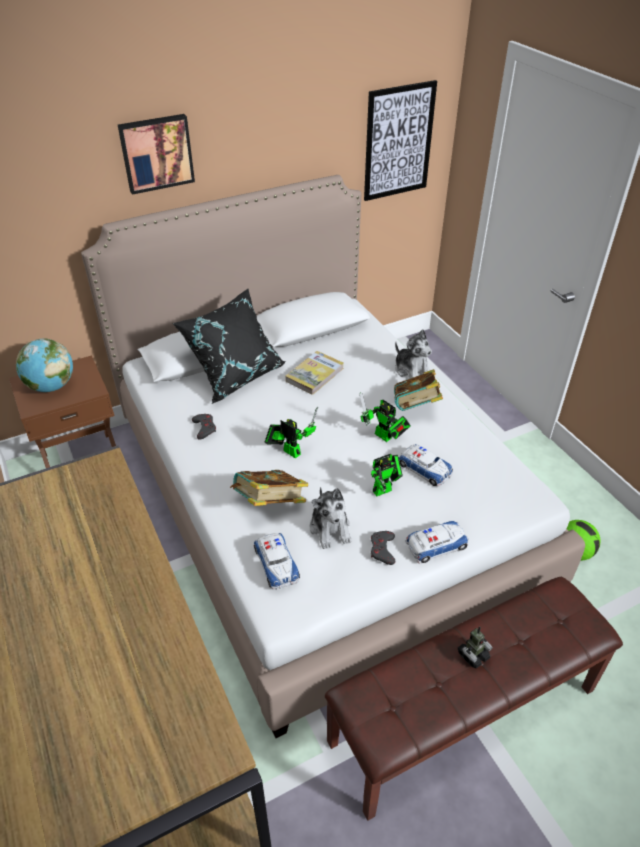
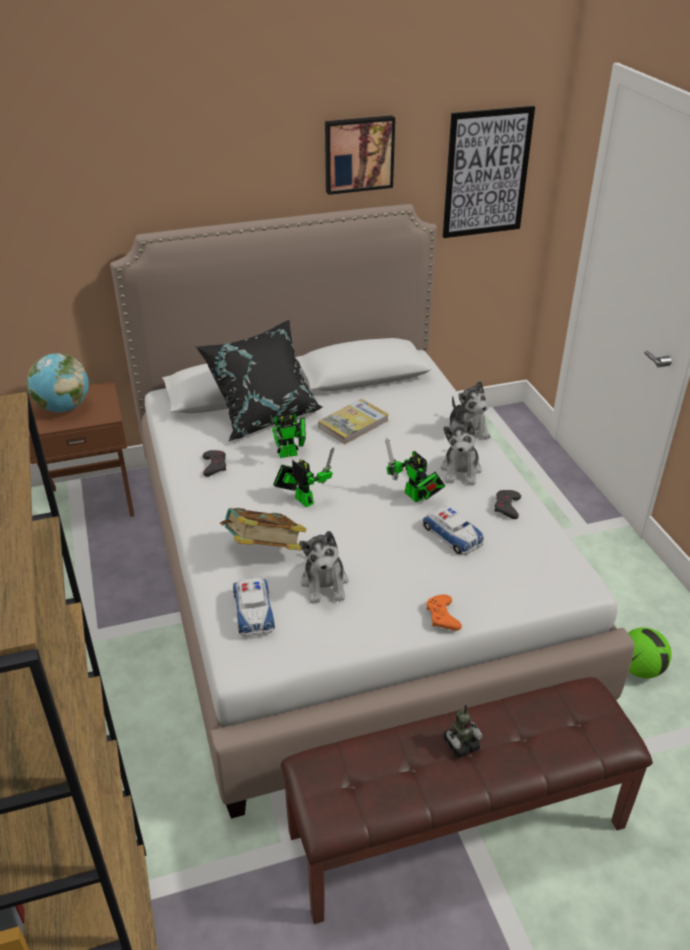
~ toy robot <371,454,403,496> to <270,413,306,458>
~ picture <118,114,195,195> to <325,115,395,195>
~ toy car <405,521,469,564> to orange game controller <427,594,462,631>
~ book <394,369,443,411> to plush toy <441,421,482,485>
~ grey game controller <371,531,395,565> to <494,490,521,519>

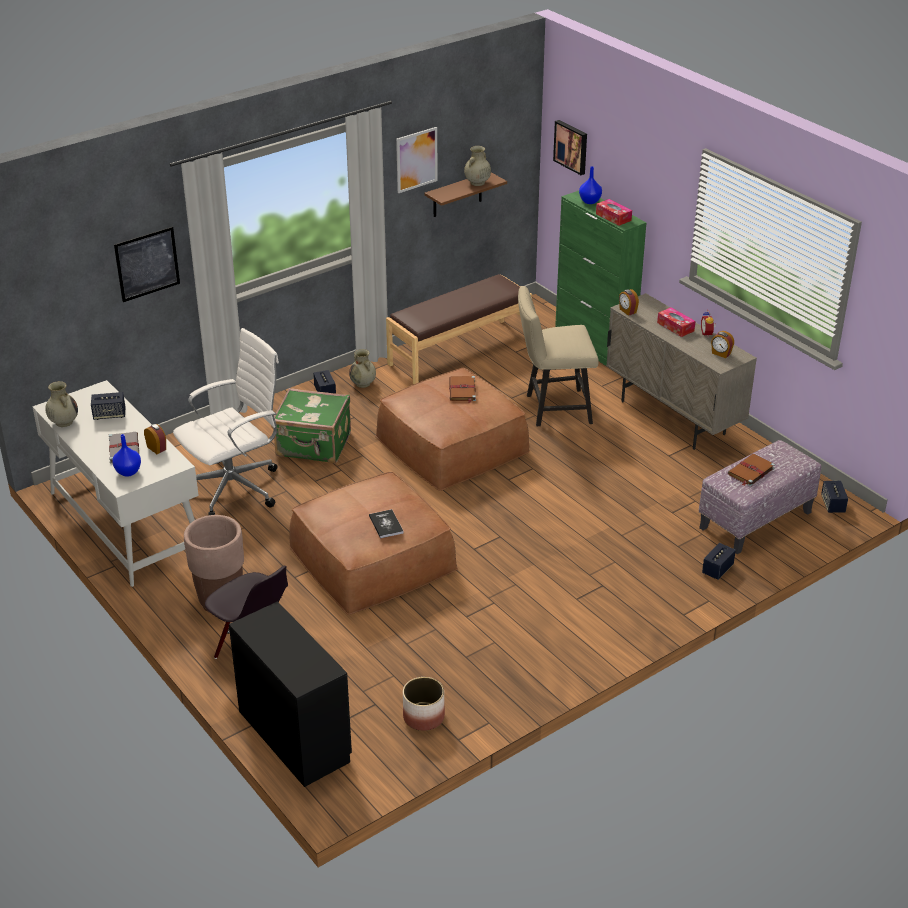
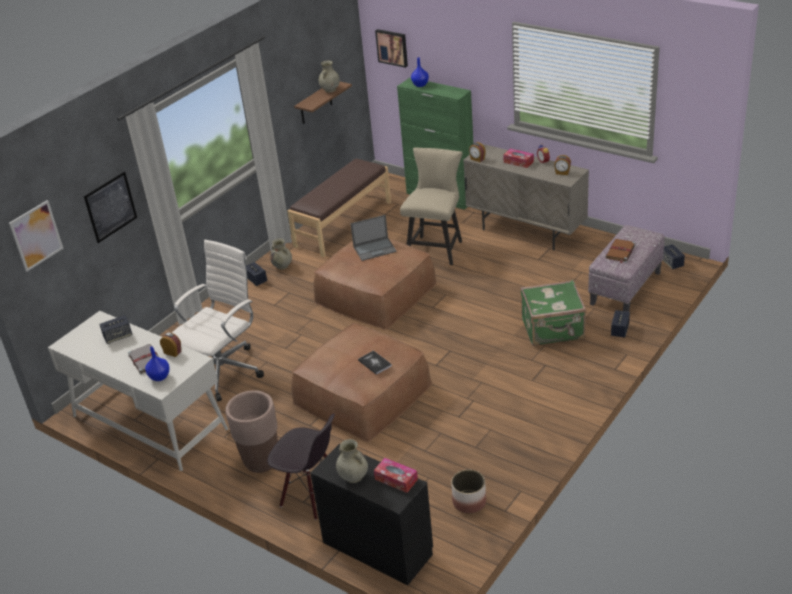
~ picture <396,127,438,193> to <9,200,63,272>
~ beige vase <45,381,78,427> to <336,439,368,483>
~ brown book <449,376,476,403> to laptop <351,215,397,261>
~ tissue box <596,199,632,226> to <374,458,418,493>
~ beige chair <518,286,599,426> = <400,148,463,265> 135 degrees clockwise
~ green suitcase <272,388,351,463> to <521,280,586,346>

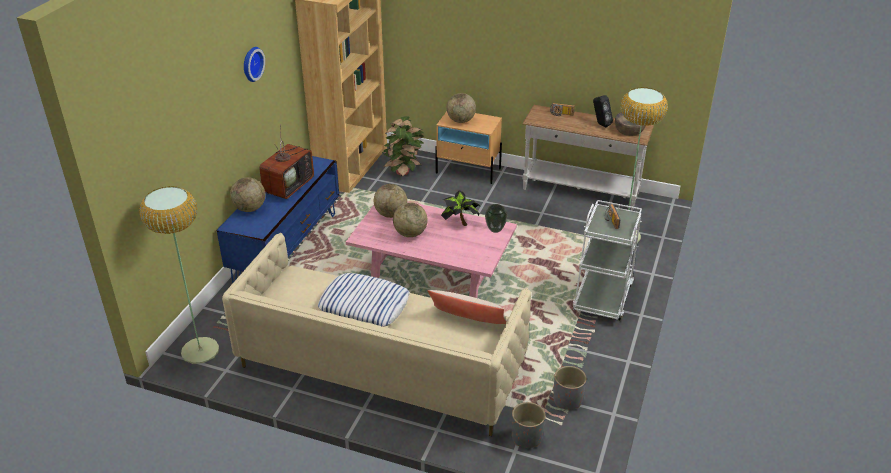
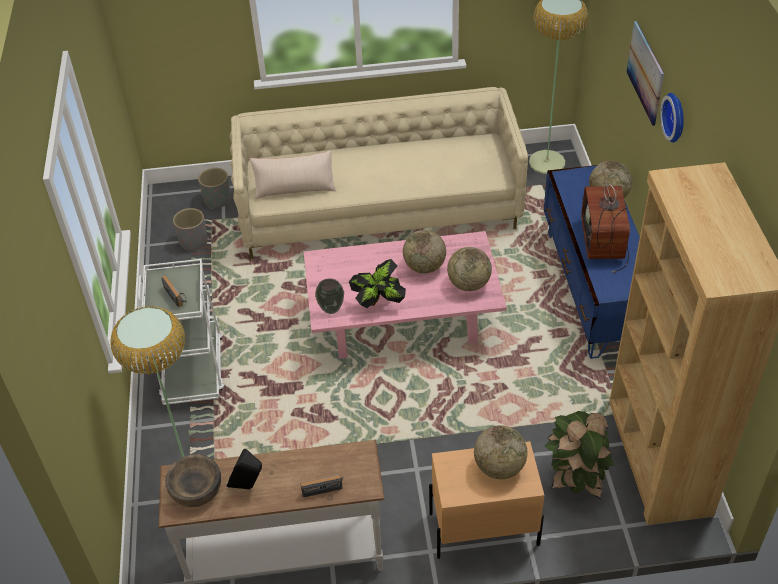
+ picture <627,21,664,126>
- pillow <318,273,410,327>

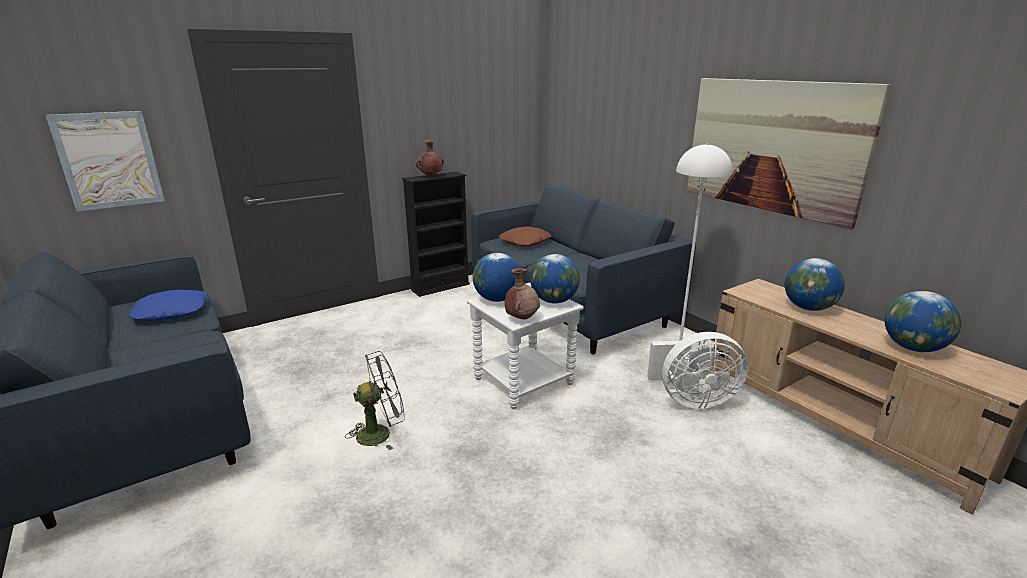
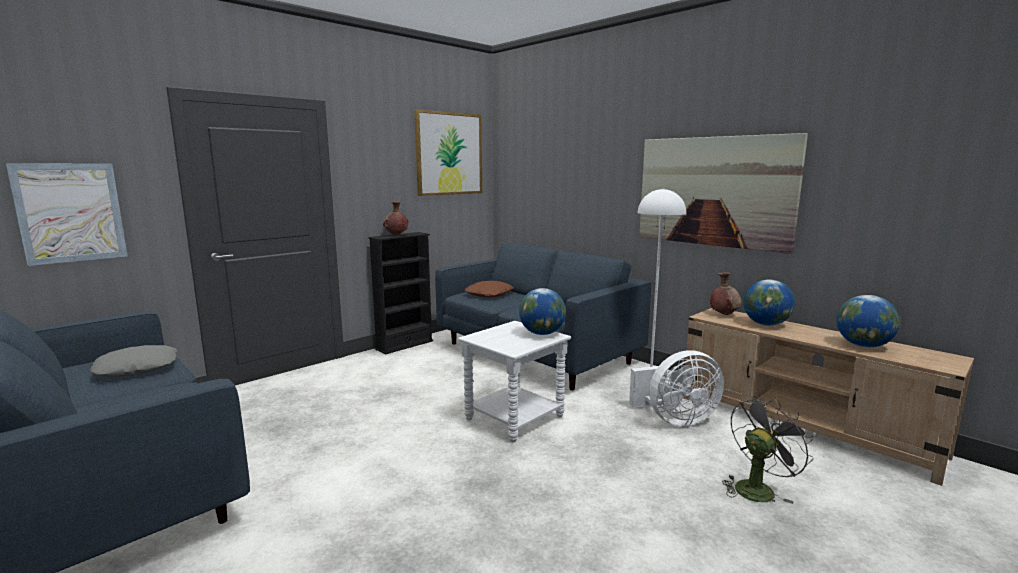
~ blue pillow <129,290,207,321> to grey pillow <90,345,177,377>
+ picture <414,109,482,196>
~ brown vase <505,268,540,319> to <710,272,741,315>
~ grey fan <345,351,405,450> to <722,396,814,504>
- globe <473,253,520,302>

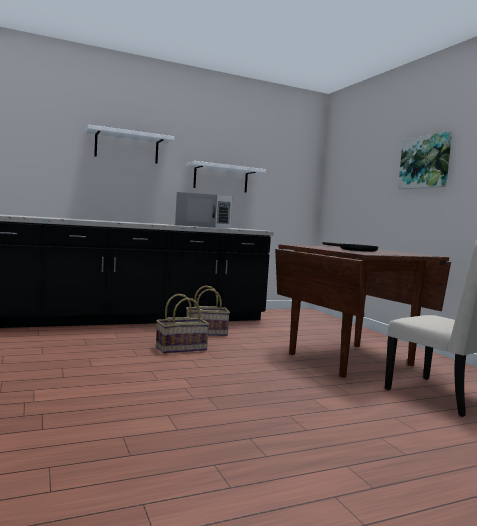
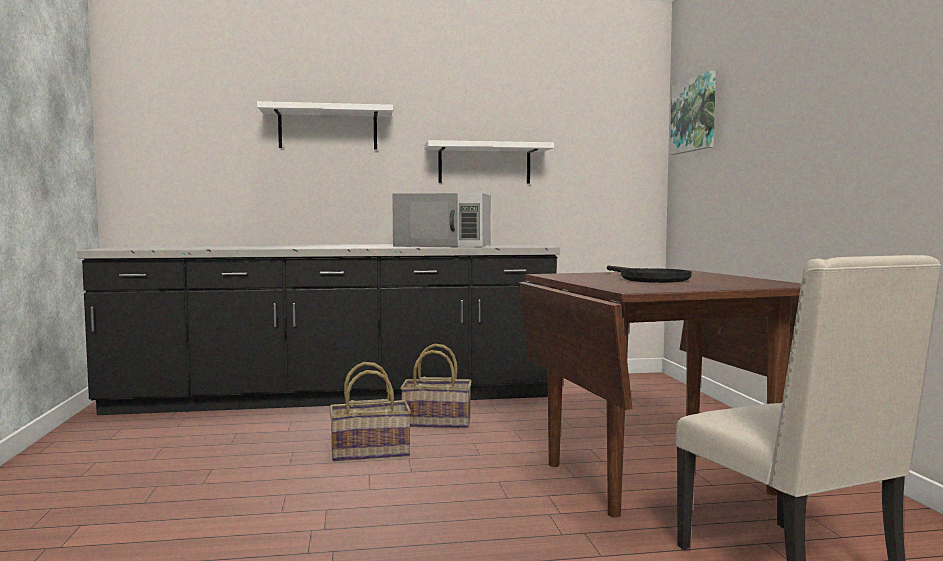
~ picture <398,131,452,189> to <670,71,716,155>

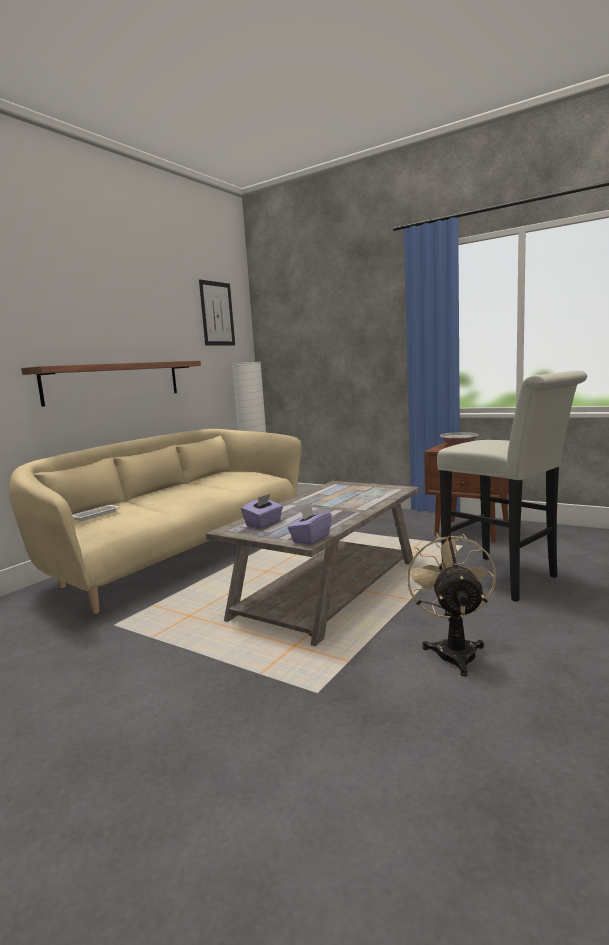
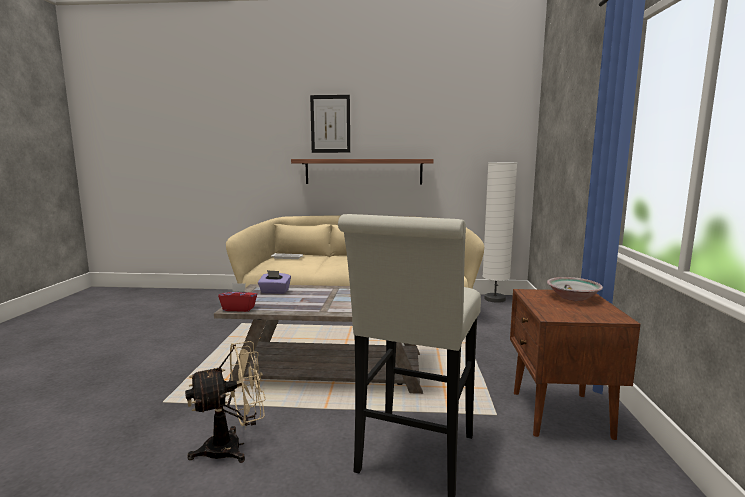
~ purple tissue box <288,504,332,545> to red tissue box <218,283,257,312>
~ picture <199,280,235,345> to <310,95,350,153>

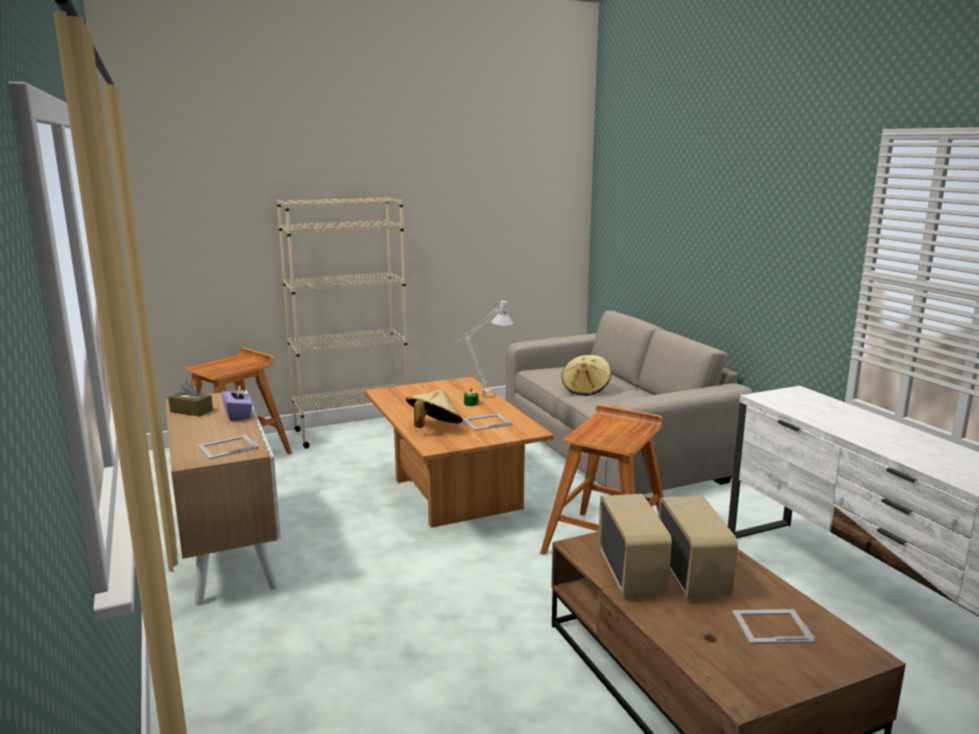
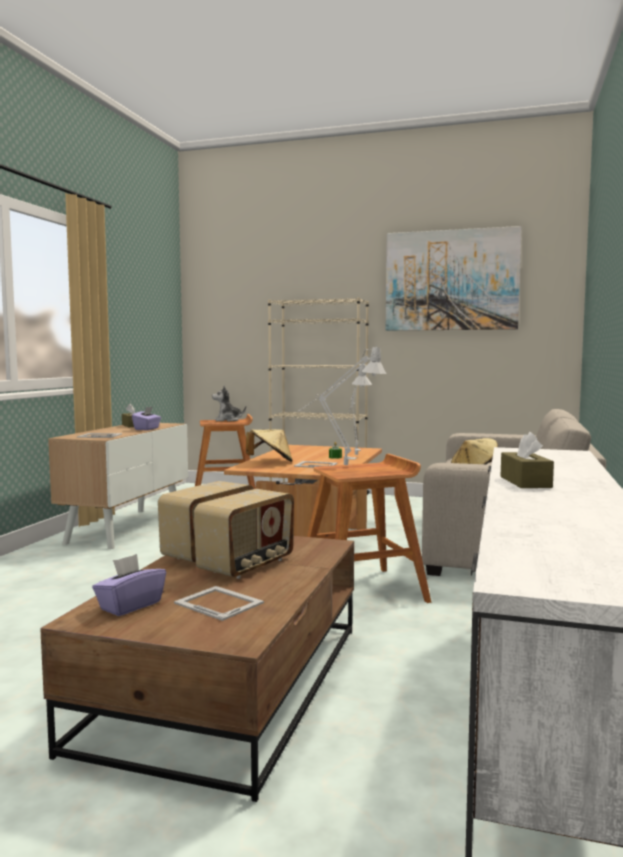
+ purple tissue box <92,554,166,616>
+ plush toy <212,385,246,422>
+ grey table lamp <298,345,387,465>
+ picture <386,226,522,331>
+ brown tissue box <501,432,554,488>

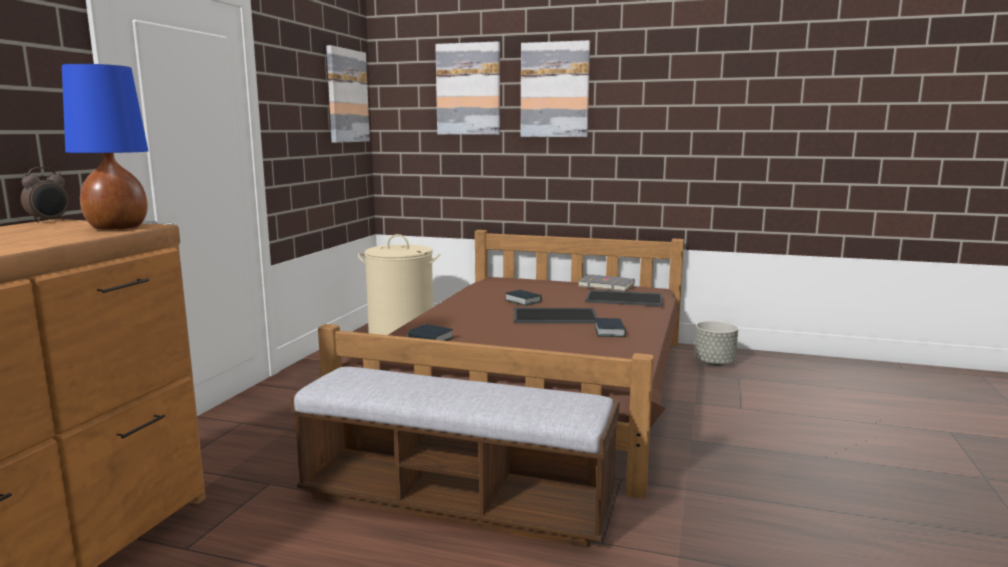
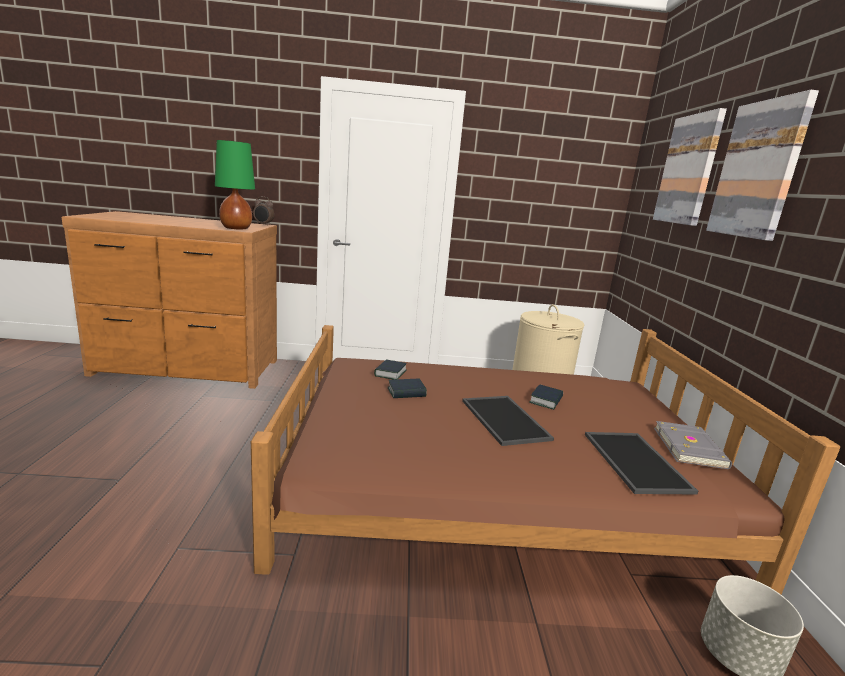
~ blue table lamp <62,64,148,230> to green table lamp <215,140,255,230>
~ book <595,318,626,337> to <387,379,427,398>
- bench <291,367,620,548>
- picture <326,45,370,143>

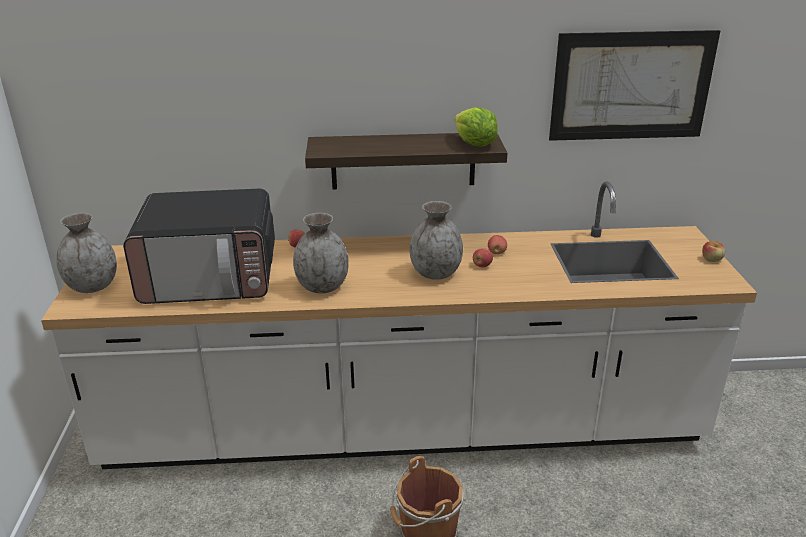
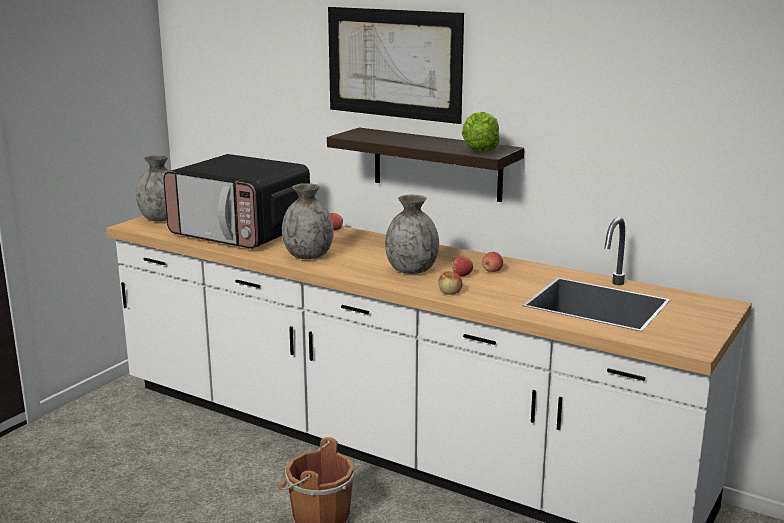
~ picture <549,30,720,141> to <328,7,464,124>
~ apple <702,241,725,262> to <438,271,463,295>

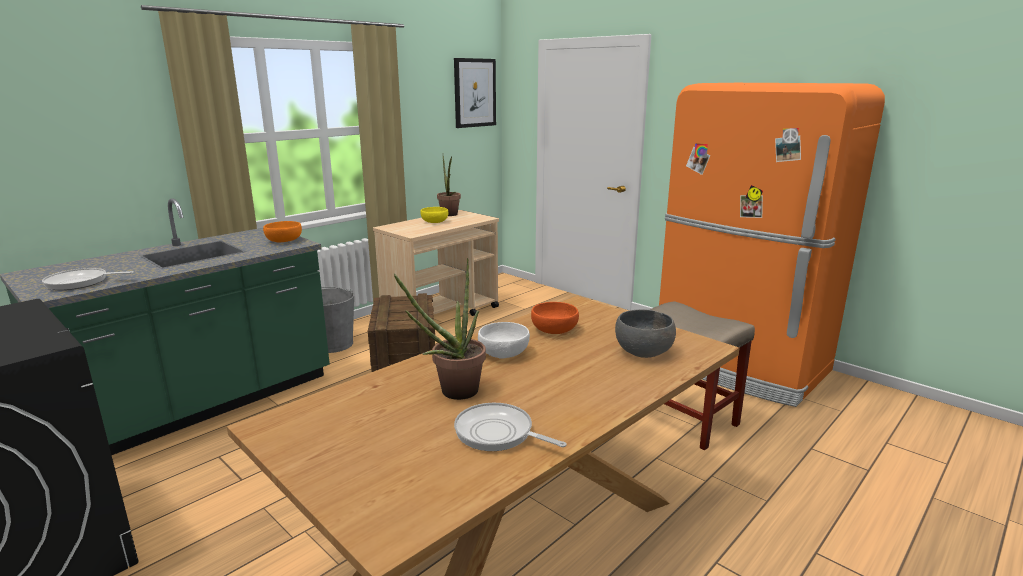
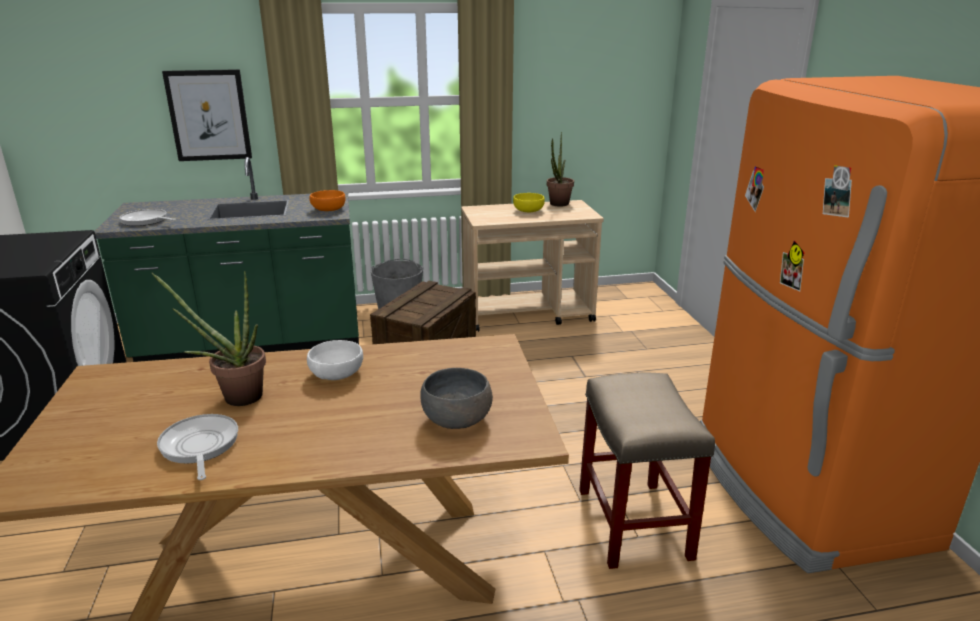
~ picture <454,58,496,128> to <162,69,252,161>
- orange bowl <531,302,579,334>

